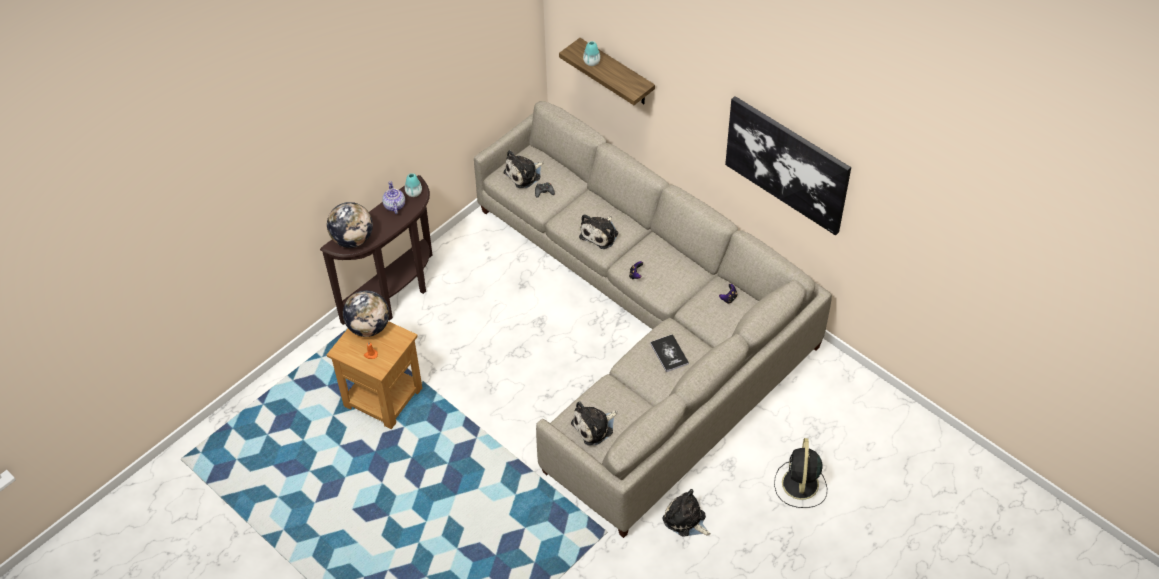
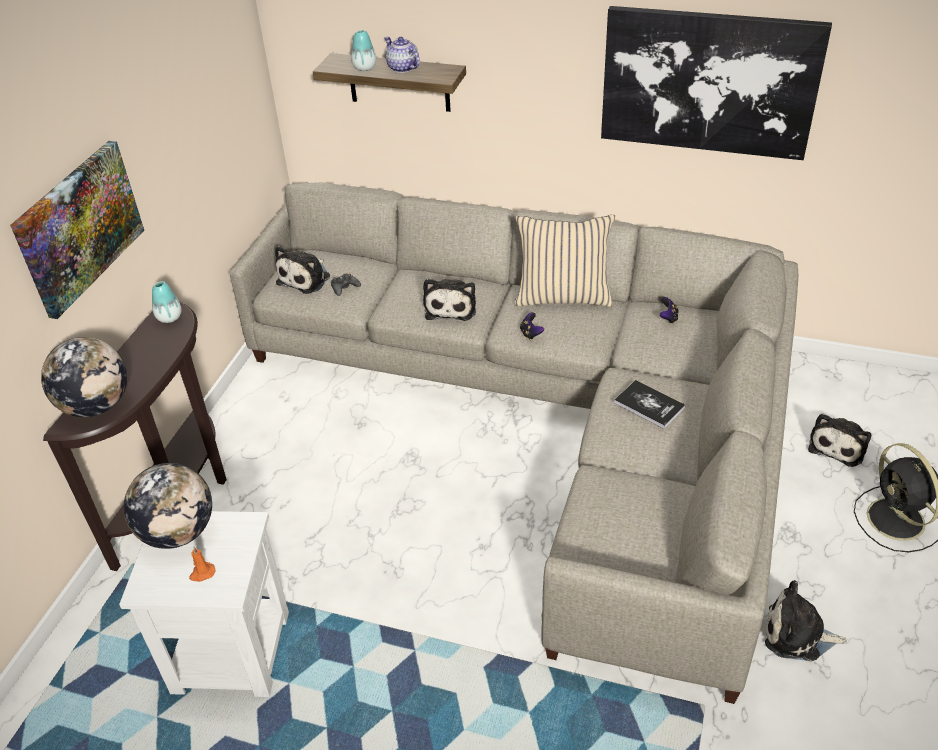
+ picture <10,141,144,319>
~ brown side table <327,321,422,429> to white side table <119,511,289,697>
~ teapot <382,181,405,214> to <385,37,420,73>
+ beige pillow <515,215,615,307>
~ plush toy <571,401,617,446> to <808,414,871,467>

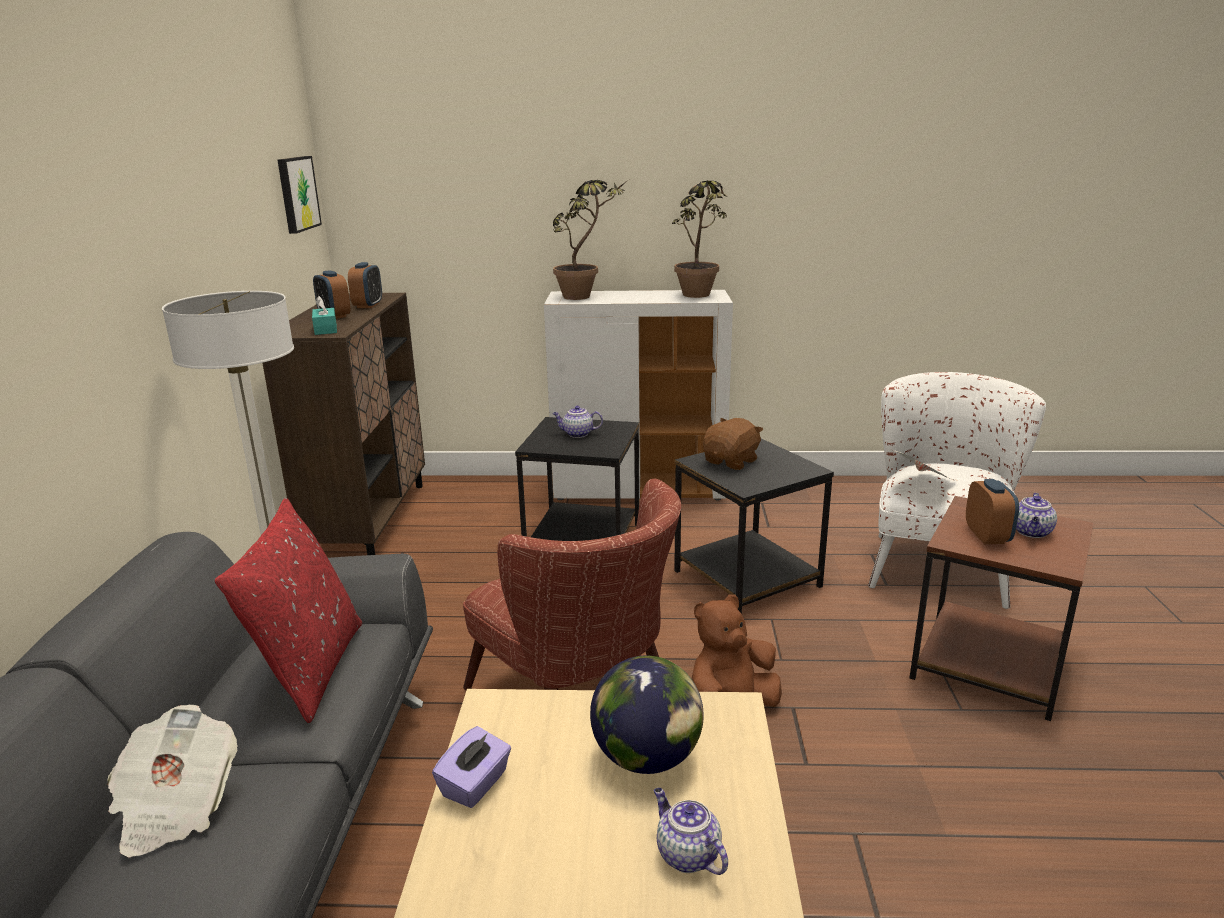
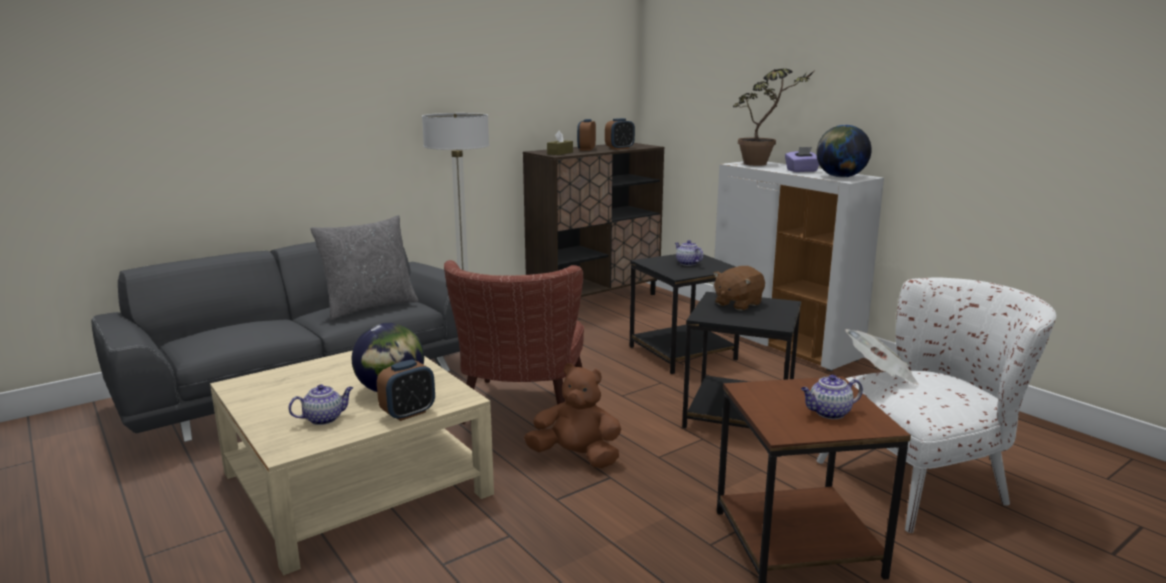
~ teapot <654,788,728,875> = <289,384,353,425> 45 degrees clockwise
~ red pillow <215,498,362,723> to grey pillow <310,215,419,320>
~ alarm clock <966,479,1019,544> to <377,360,435,421>
~ turquoise tissue box <312,296,337,335> to brown tissue box <547,131,573,155>
~ brown plush toy <703,418,763,470> = <713,266,765,311> 135 degrees clockwise
~ purple tissue box <432,726,511,808> to <785,147,819,172>
~ potted plant <672,181,727,298> to globe <816,125,872,178>
- newspaper <107,705,238,858>
- picture <278,156,322,234>

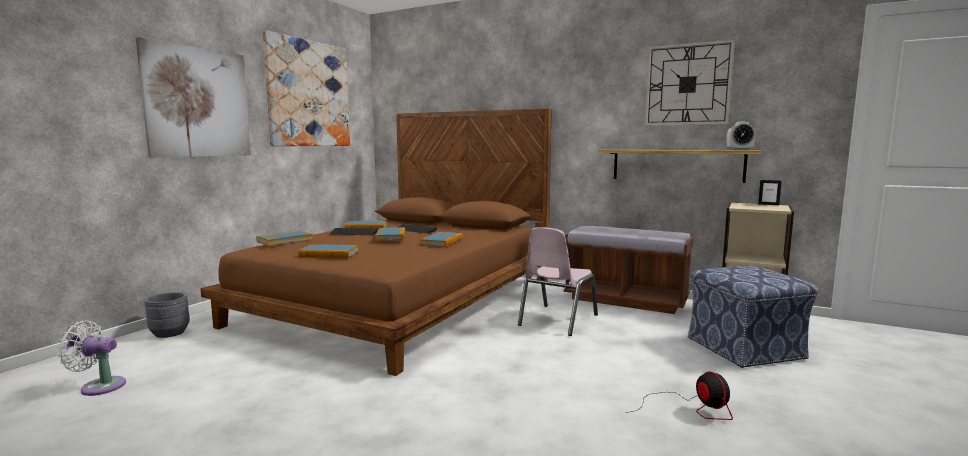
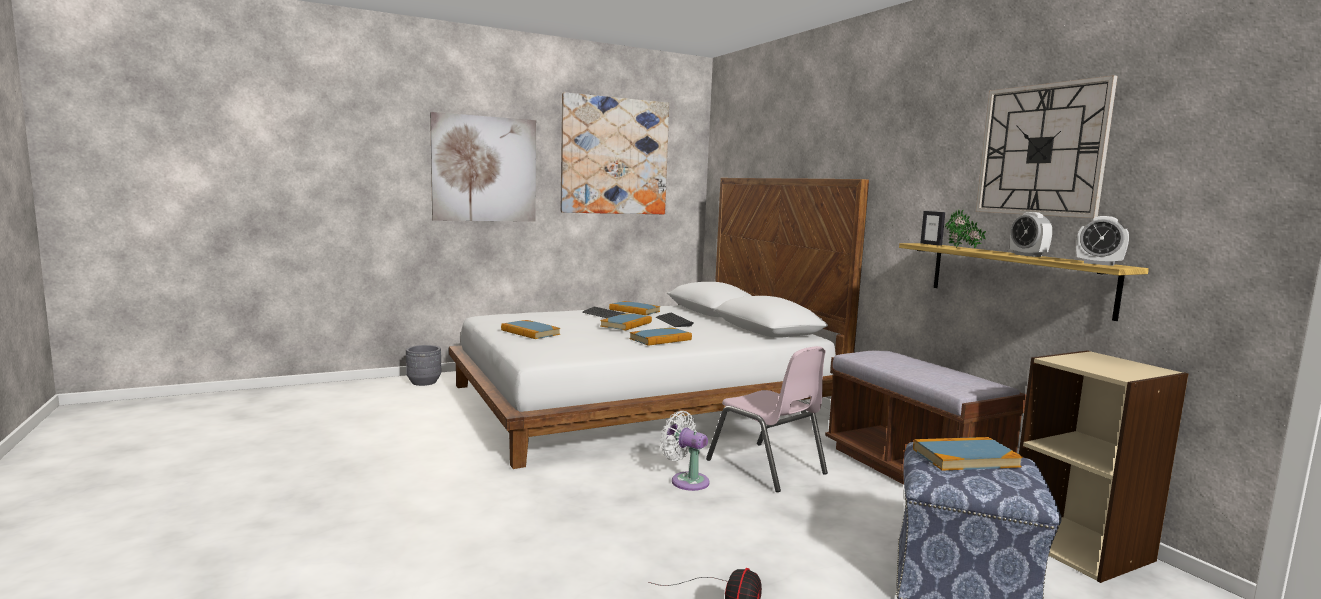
~ brown bed <200,108,552,376> to white bed <449,178,869,469>
~ white fan <58,321,126,396> to <661,411,710,491>
~ pink chair <518,227,598,336> = <706,346,828,492> 105 degrees counterclockwise
~ book <256,231,313,246> to <913,437,1023,471>
~ picture frame <758,180,782,205> to <921,211,945,246>
+ potted plant <945,209,986,248>
+ alarm clock <1010,212,1052,257>

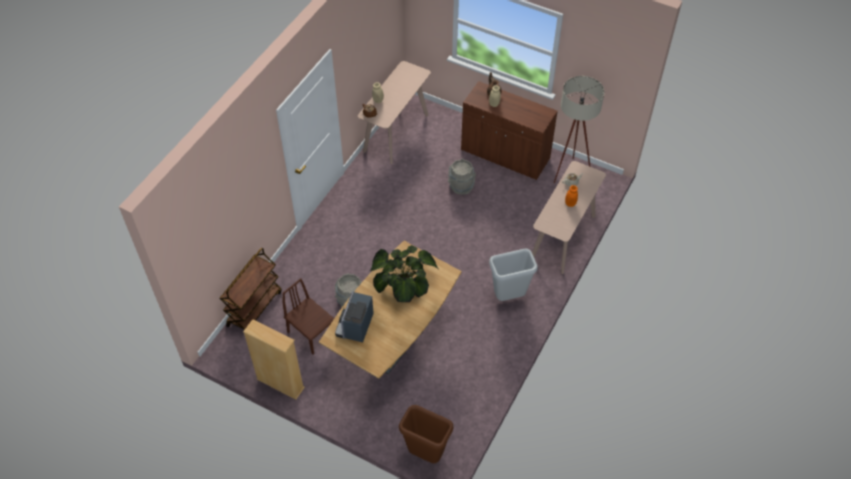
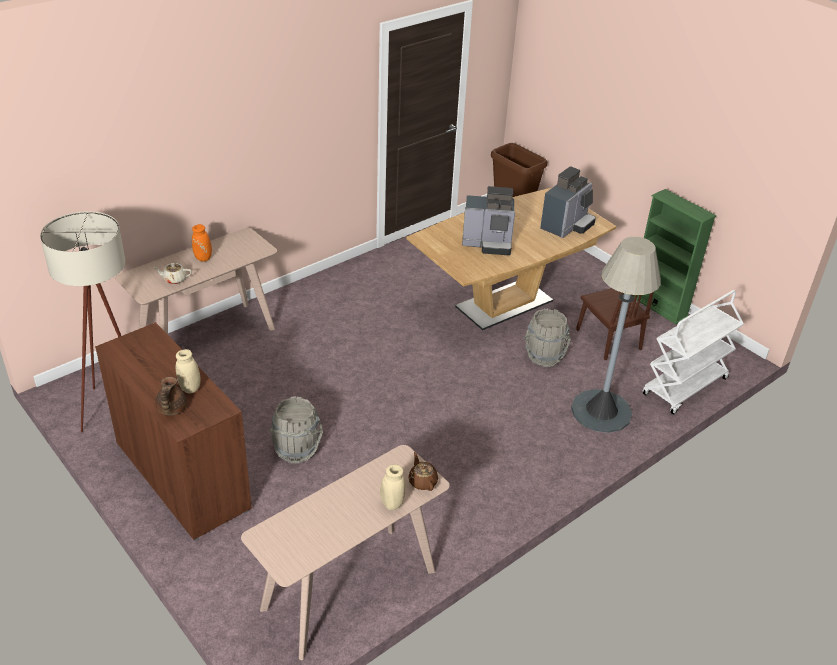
~ potted plant <370,245,438,302> to coffee machine <462,186,515,255>
+ grey floor lamp <571,237,661,433>
~ beige bookcase <243,319,305,399> to green bookcase <633,189,717,324>
~ brown cart <219,248,282,330> to white cart <643,290,744,415>
- grey trash can <489,249,538,301>

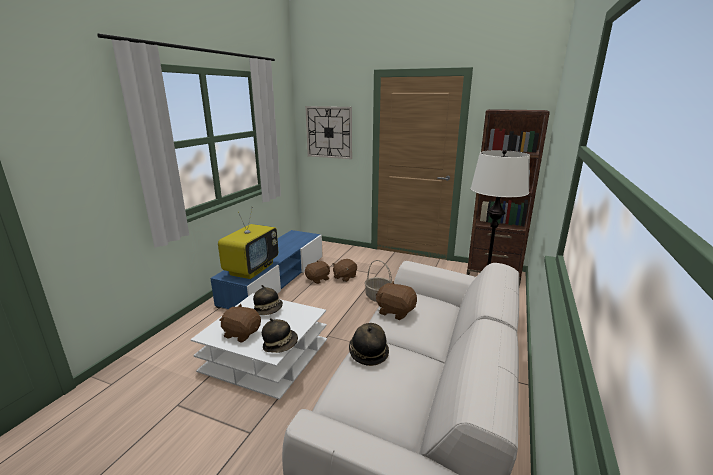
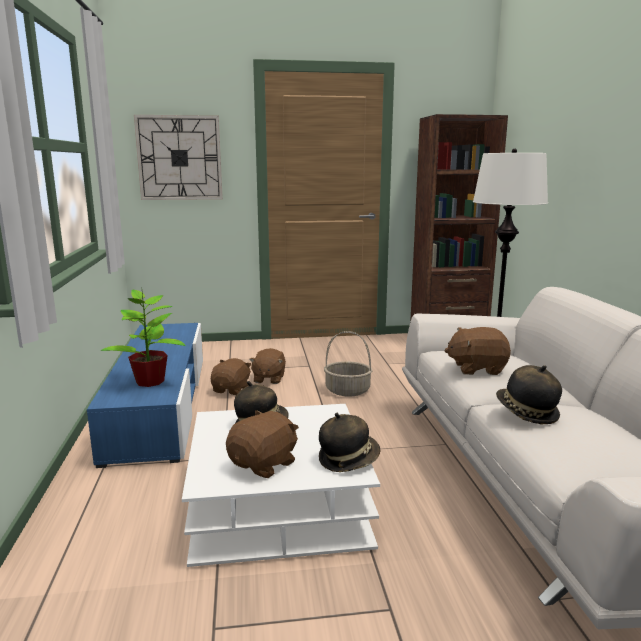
~ television <218,207,278,279> to potted plant <101,290,186,387>
~ brown plush toy <219,304,261,343> = <226,410,299,478> 135 degrees clockwise

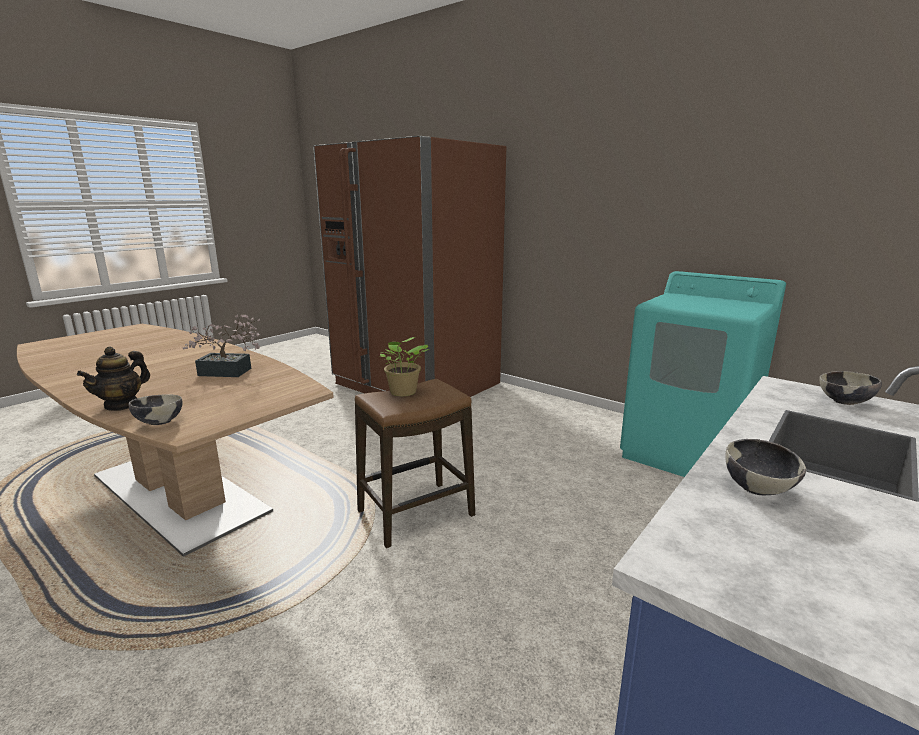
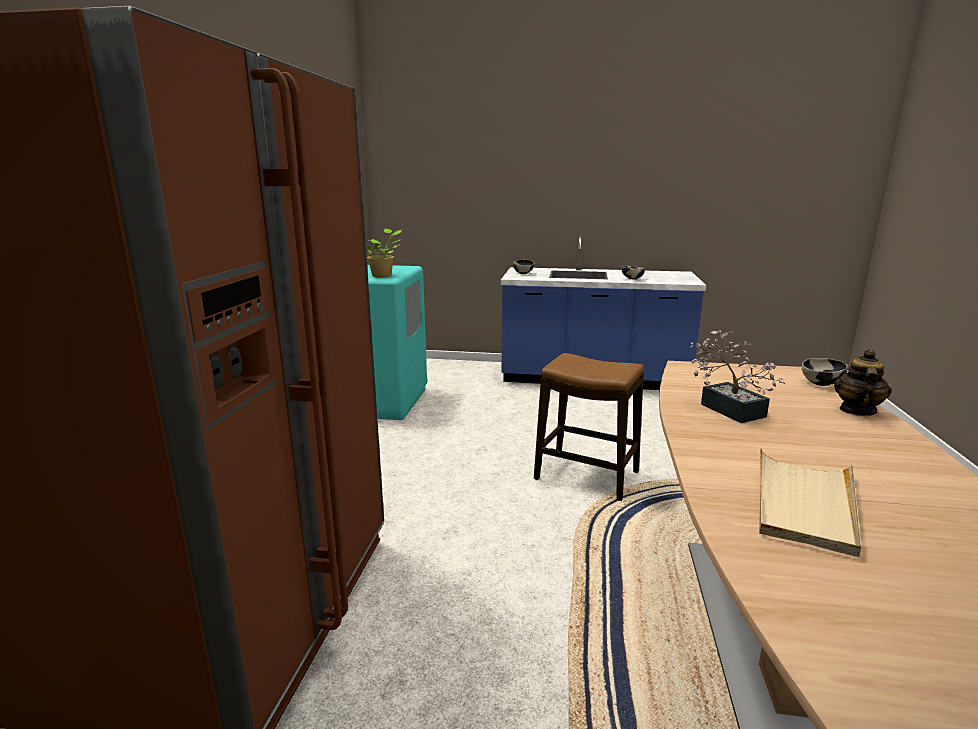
~ potted plant <380,337,429,396> to <366,228,402,277>
+ beige tray <759,447,861,557>
~ teapot <77,346,150,411> = <834,349,892,416> 60 degrees counterclockwise

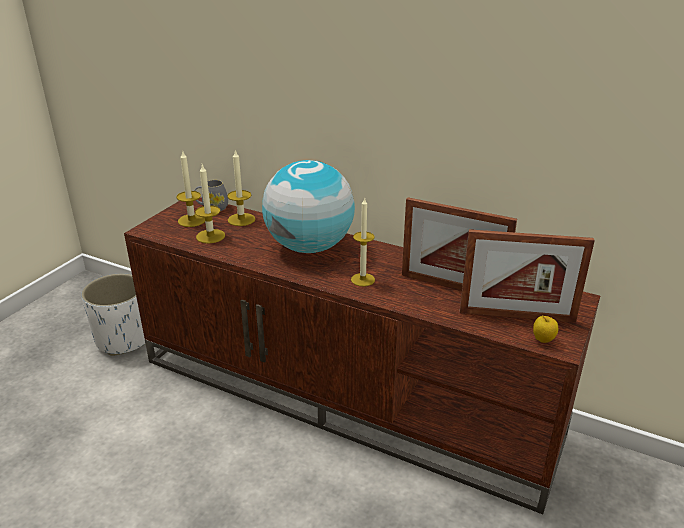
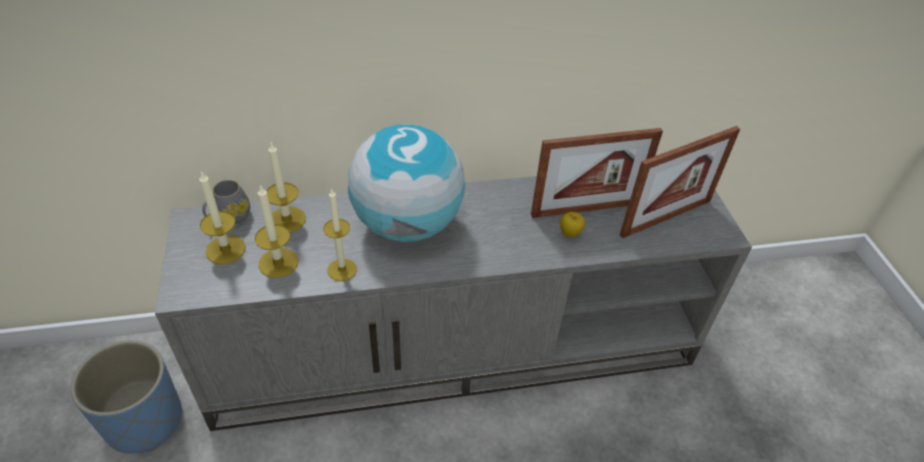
~ white planter <81,273,145,356> to blue planter <70,340,182,453>
~ brown tv stand <124,197,600,514> to grey tv stand <155,176,752,431>
~ candle <351,198,375,286> to <323,188,357,281>
~ apple <533,315,558,343> to <560,212,585,237>

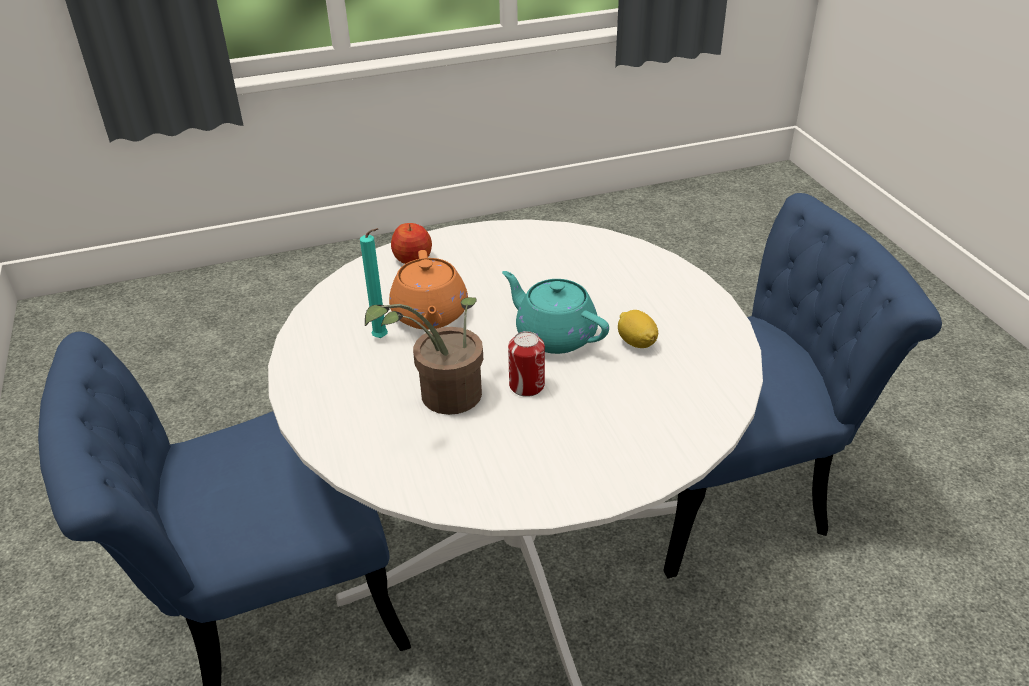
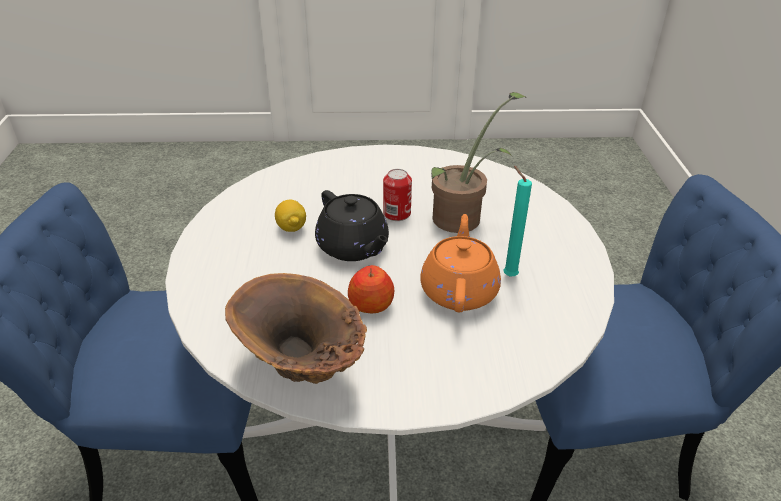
+ brown vase <225,273,367,384>
~ turquoise teapot <502,271,609,354> to black teapot <315,190,389,261>
~ apple <391,223,432,264> to <348,265,394,313>

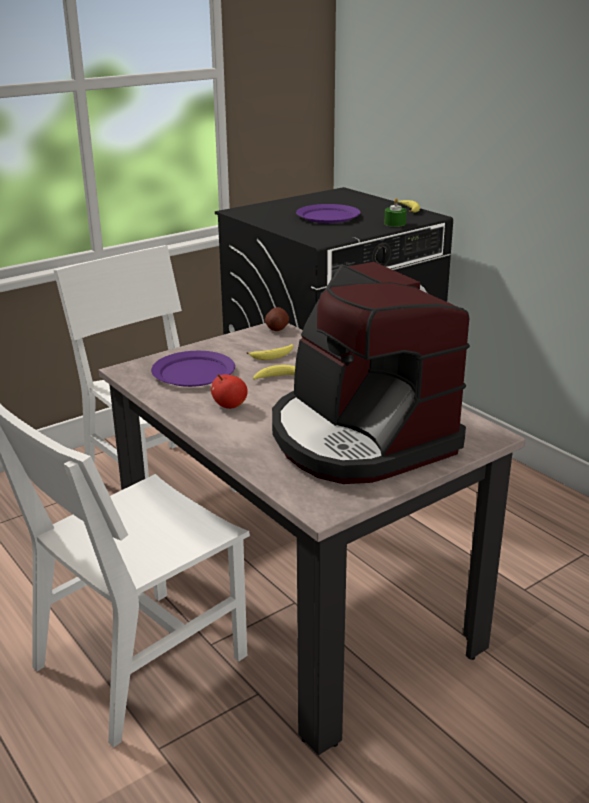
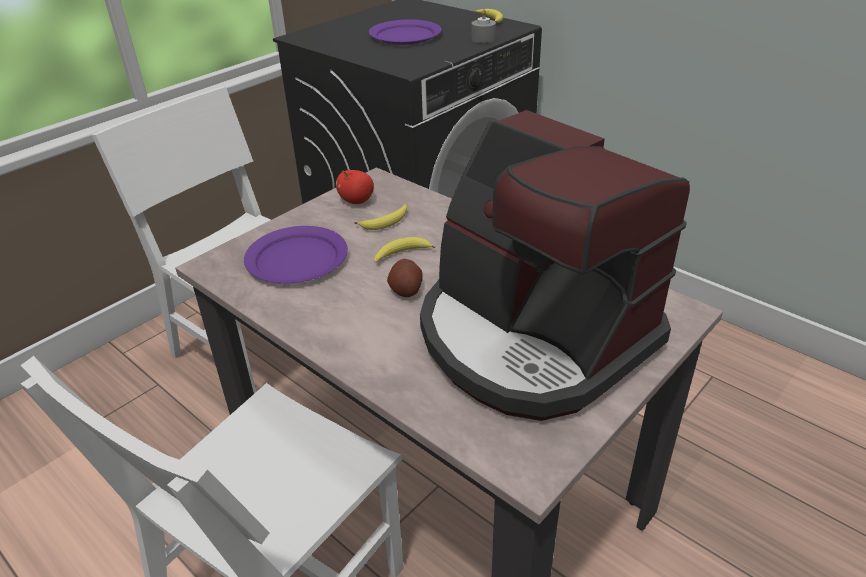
~ apple <211,374,248,409> to <336,170,374,204>
~ potato <265,307,289,331> to <387,259,423,297>
~ green candle <384,198,407,227> to grey candle <471,9,496,43>

